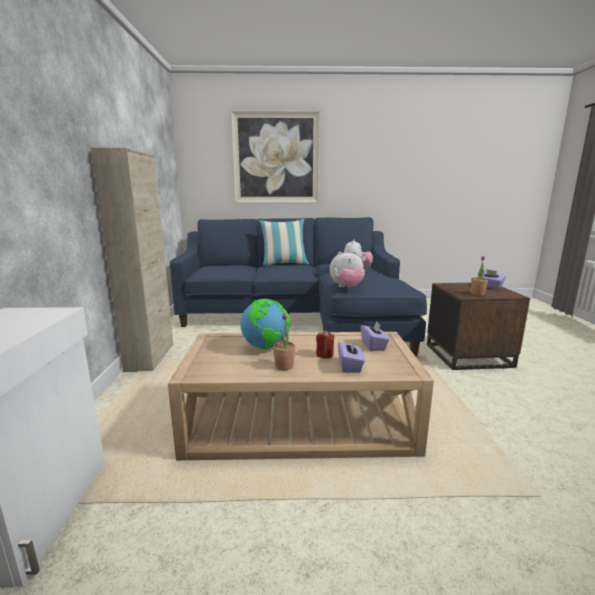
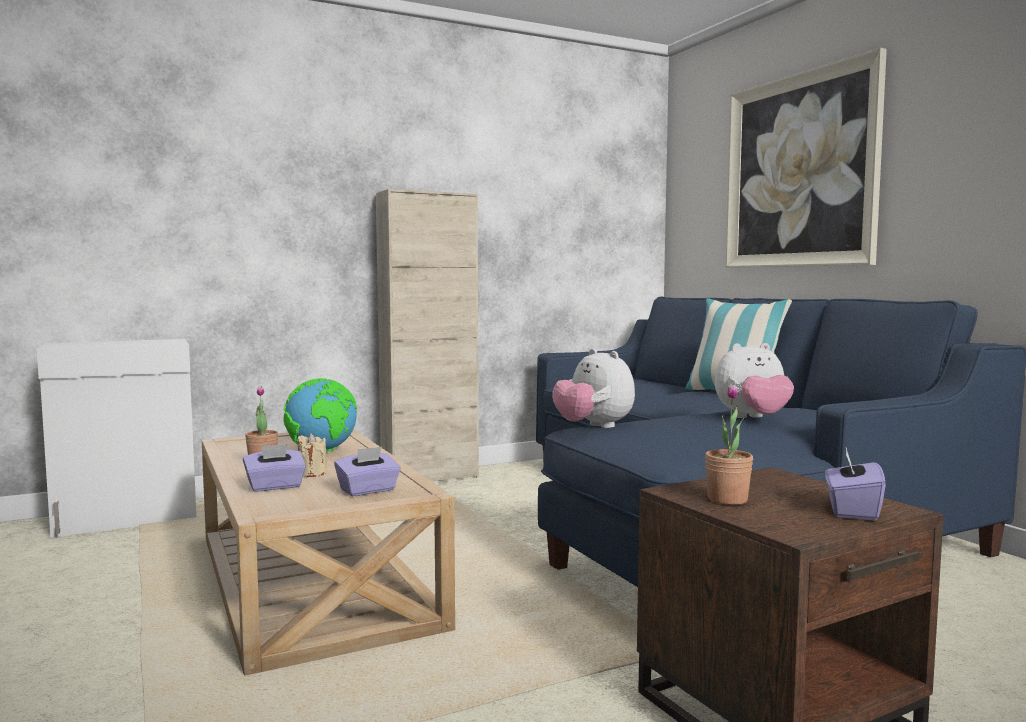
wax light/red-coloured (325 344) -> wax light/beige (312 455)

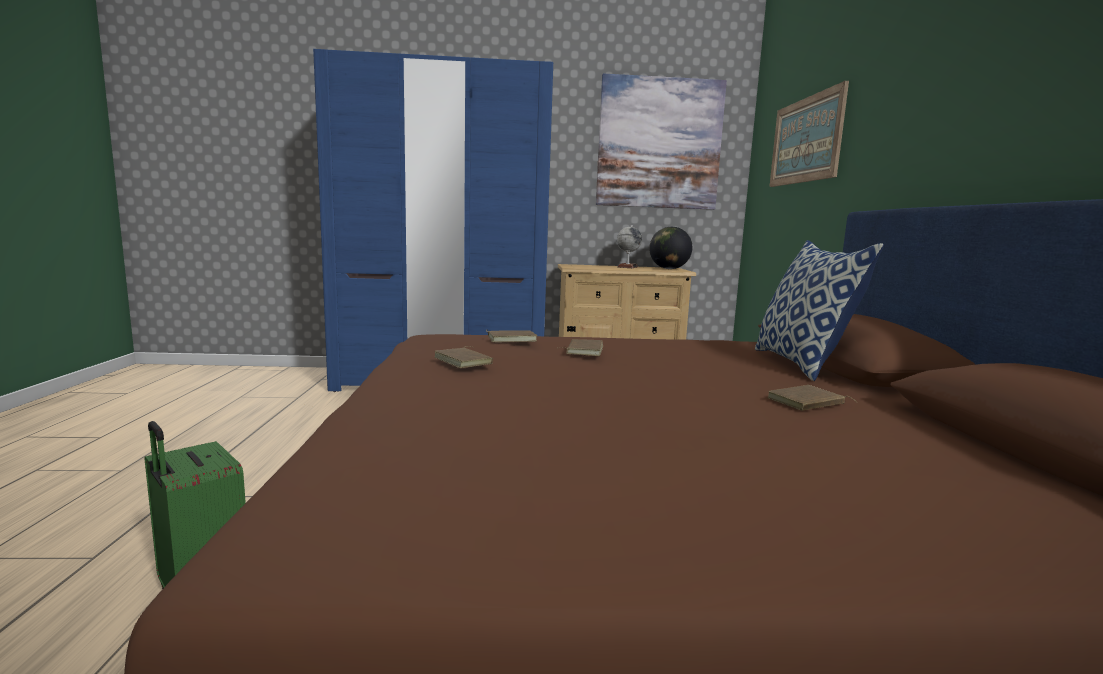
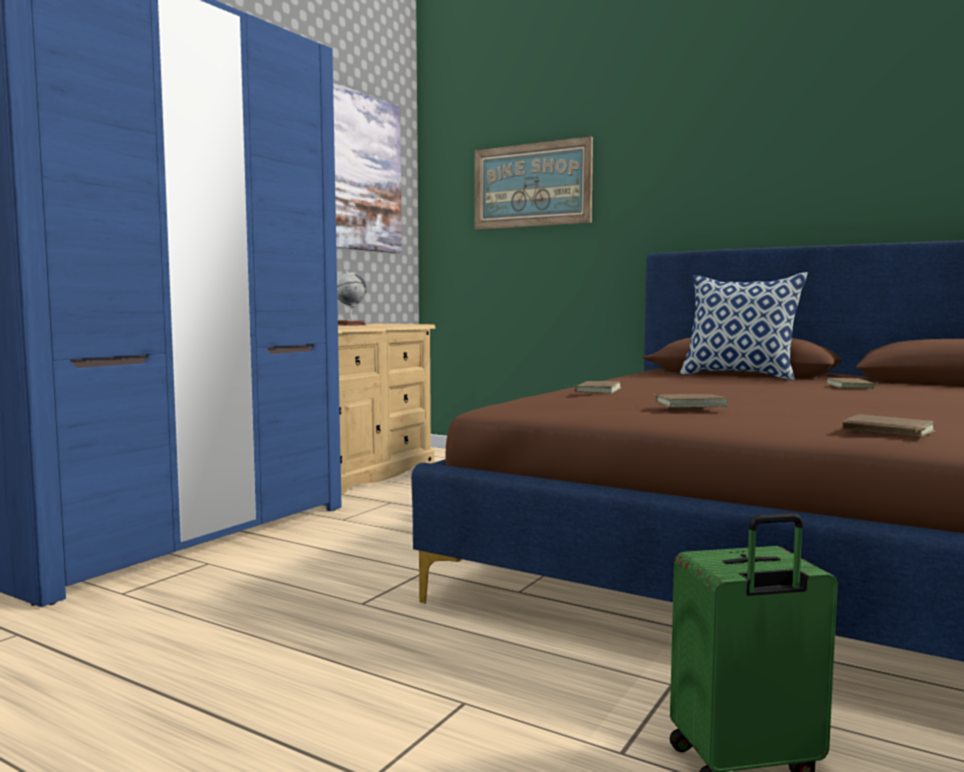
globe (670 248) -> none
book/brown-coloured (581 347) -> book/brown-coloured (888 425), relocated

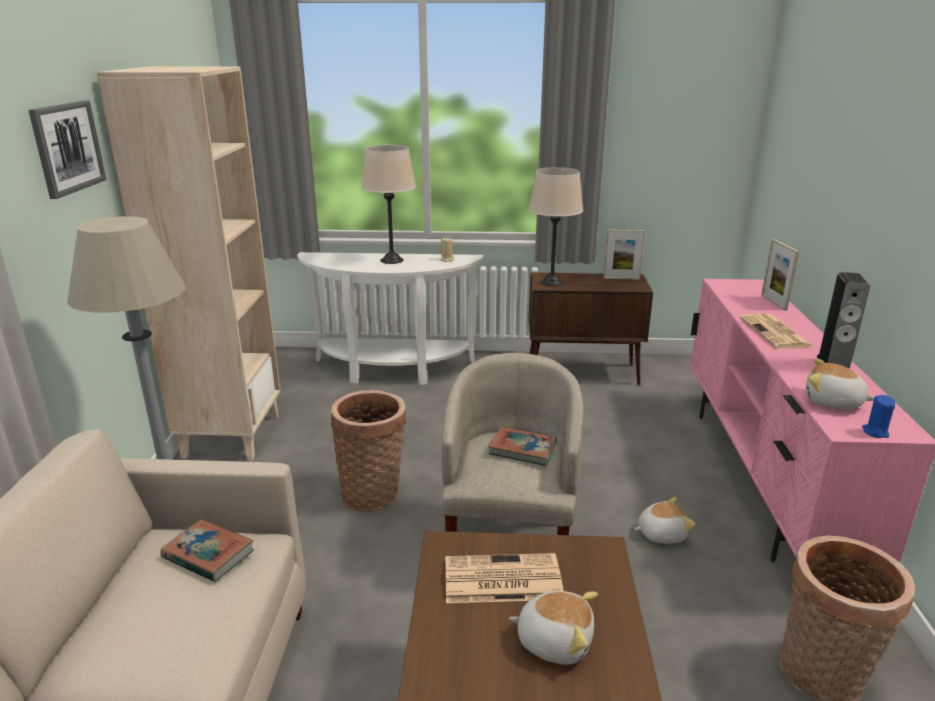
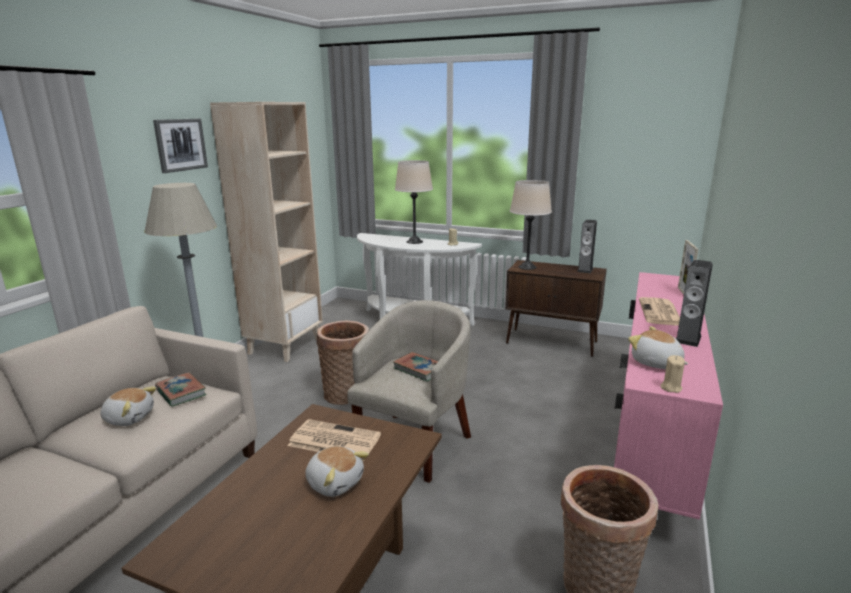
cuddly toy (664 520) -> cuddly toy (129 406), relocated
picture frame (624 255) -> audio speaker (587 246)
wax light/bluish (878 416) -> wax light/beige (672 374)

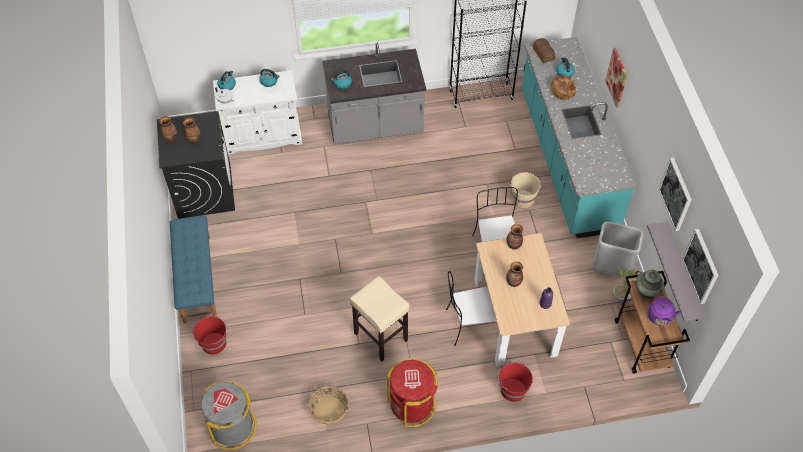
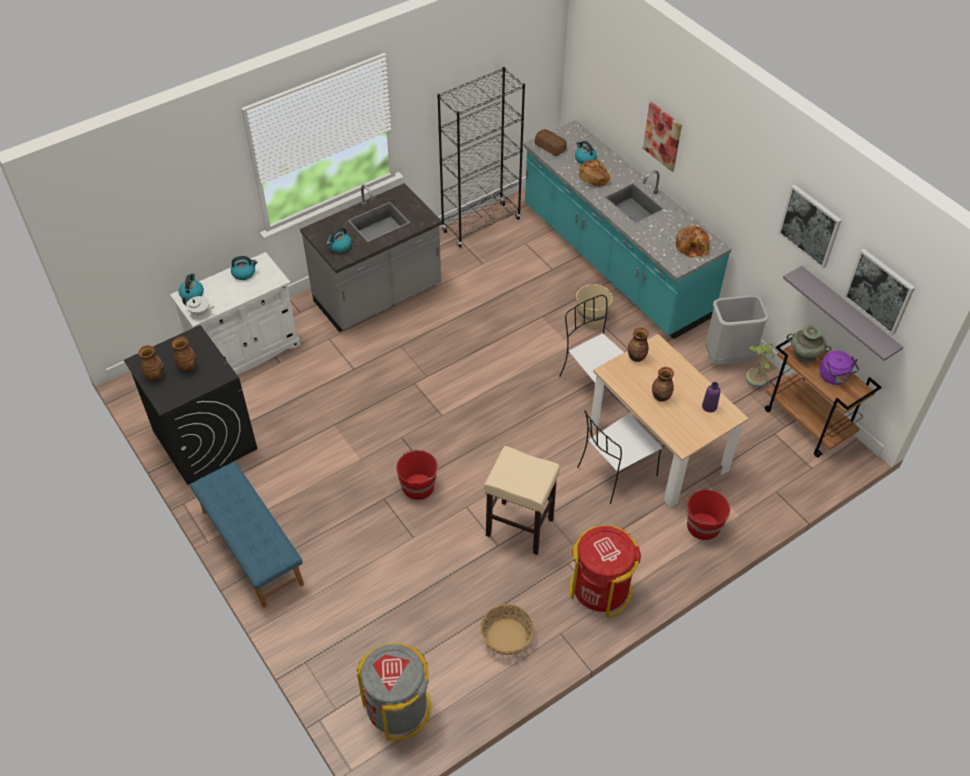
none -> bakery bread (693 242)
pail/red-coloured (210 335) -> pail/red-coloured (418 474), relocated

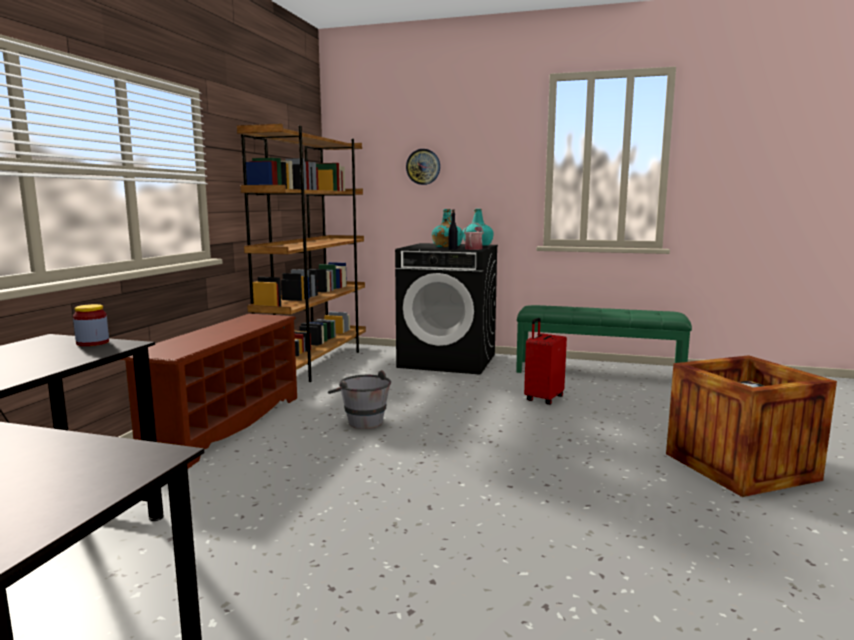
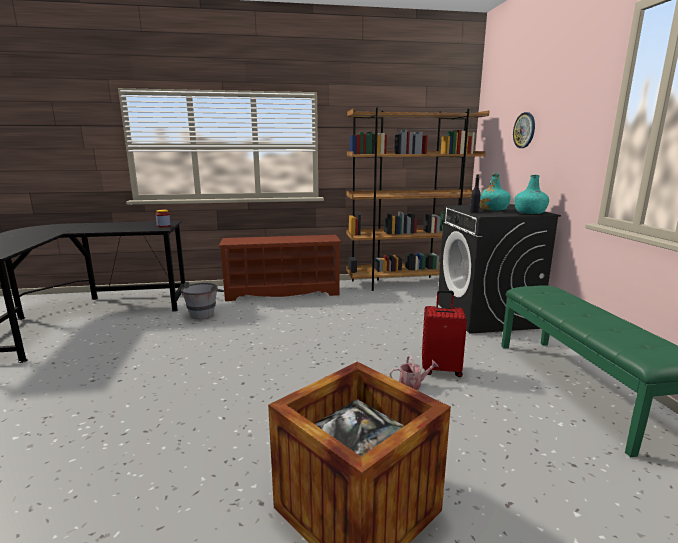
pail/gray (359 399) -> pail/gray (203 300), relocated
watering can (474 236) -> watering can (414 372), relocated

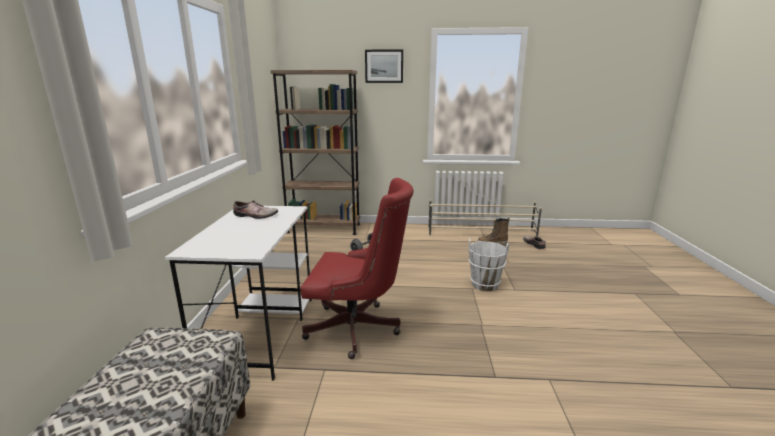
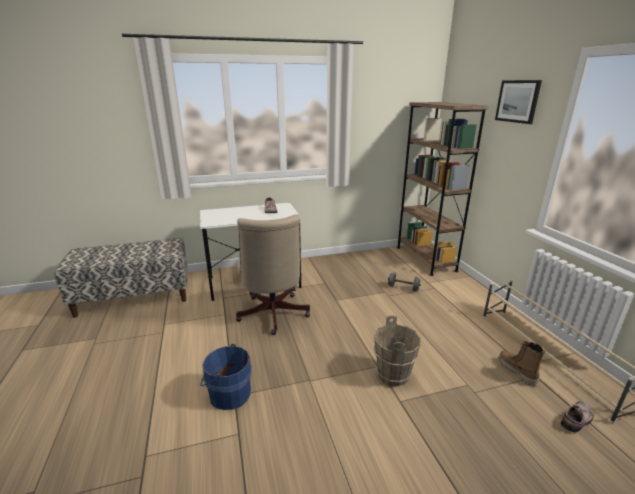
none -> pail/bluish (226 377)
desk chair/red-coloured (357 268) -> desk chair/beige (273 274)
pail/white-coloured (488 264) -> pail/brown-coloured (397 351)

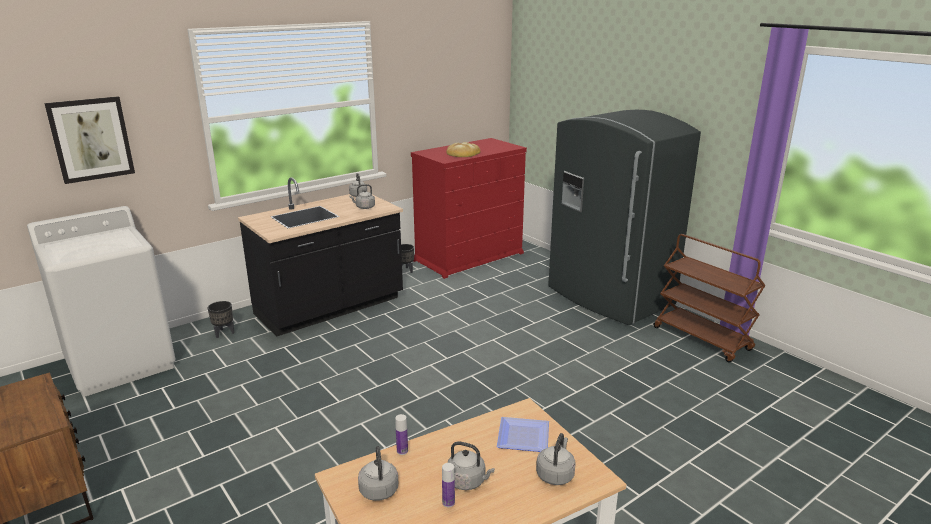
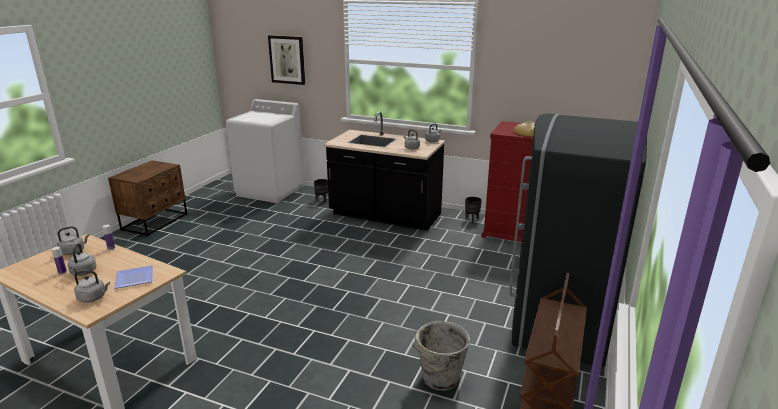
none -> pail/gray (441 356)

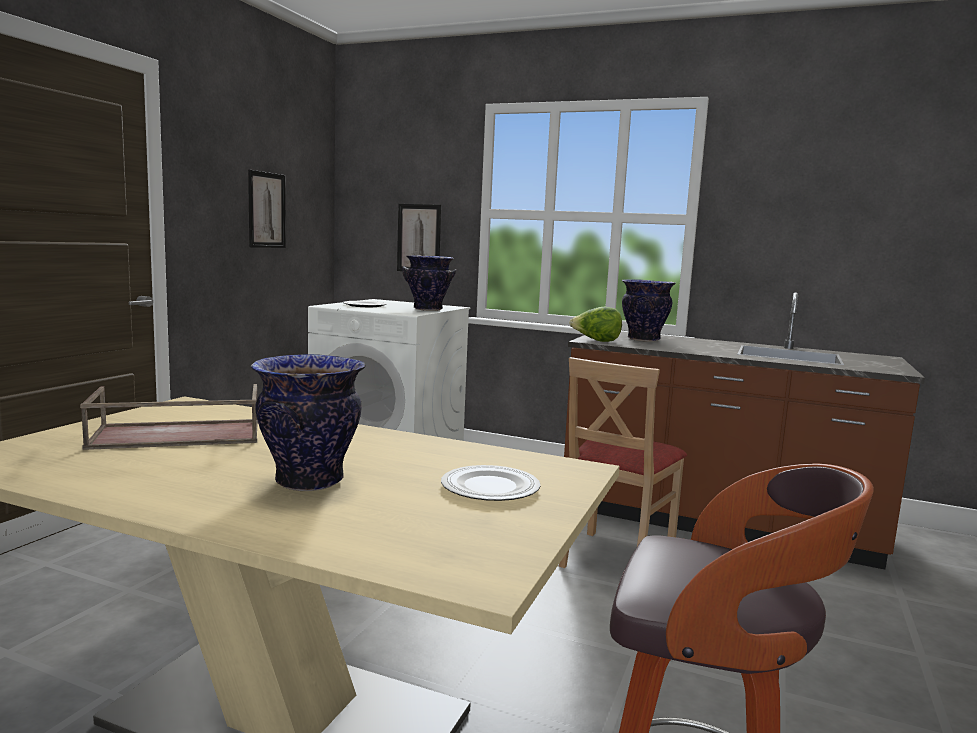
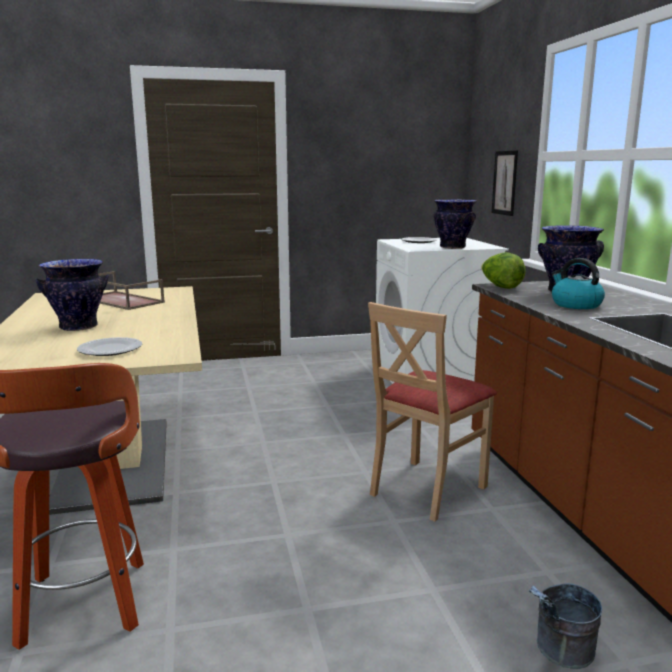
wall picture (267 209) -> none
none -> pail/gray (565 626)
none -> tea kettle (578 283)
upright chair/beige (623 462) -> upright chair/beige (432 412), 45 degrees counterclockwise

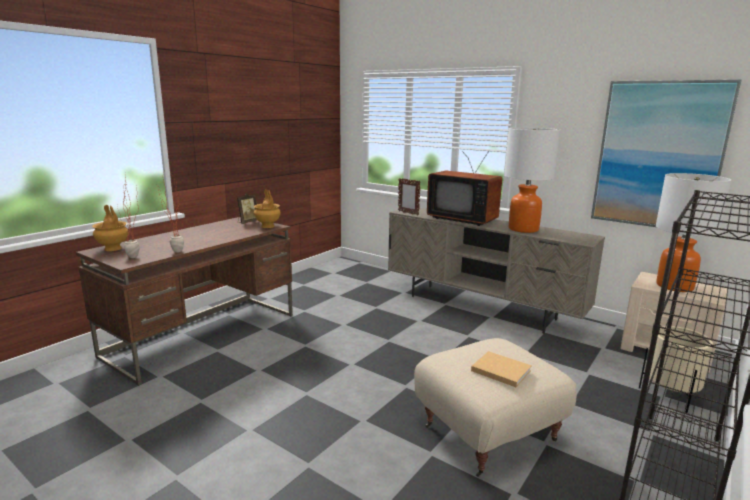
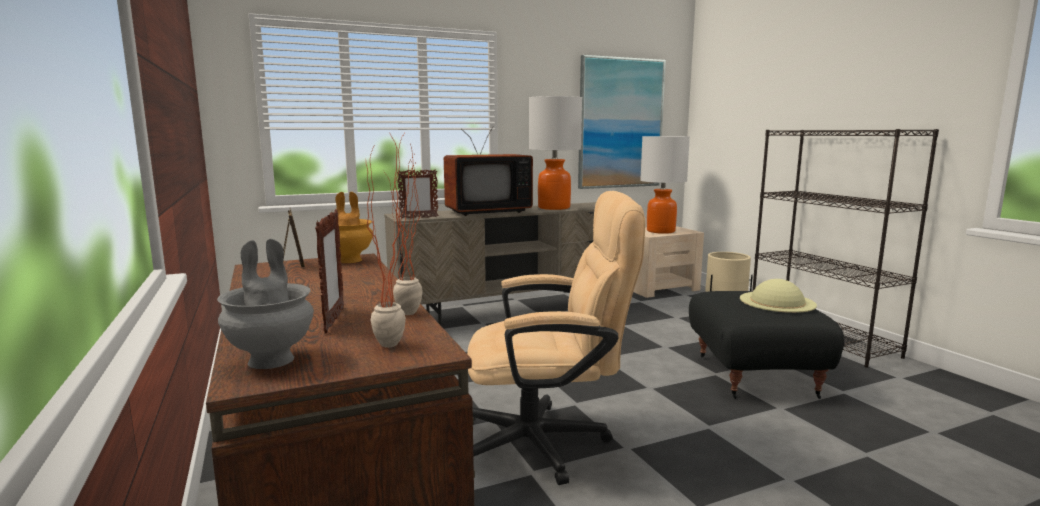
none -> picture frame (329 271)
none -> desk chair/beige (556 338)
book/beige (501 369) -> wearable hat/beige (778 296)
flower vase/brown-coloured (110 228) -> flower vase/gray (265 304)
pouffe/beige (495 407) -> pouffe/black-coloured (766 345)

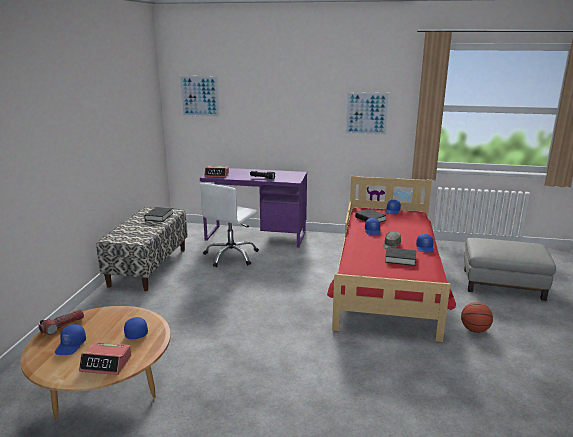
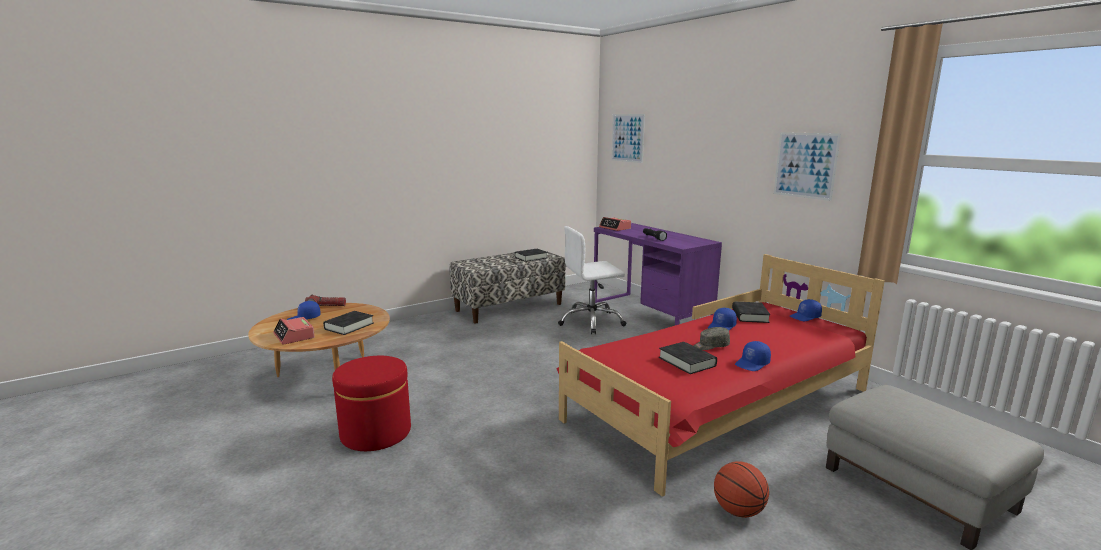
none -> pouffe/red-coloured (371 403)
cap/bluish (136 328) -> book/black-coloured (348 323)

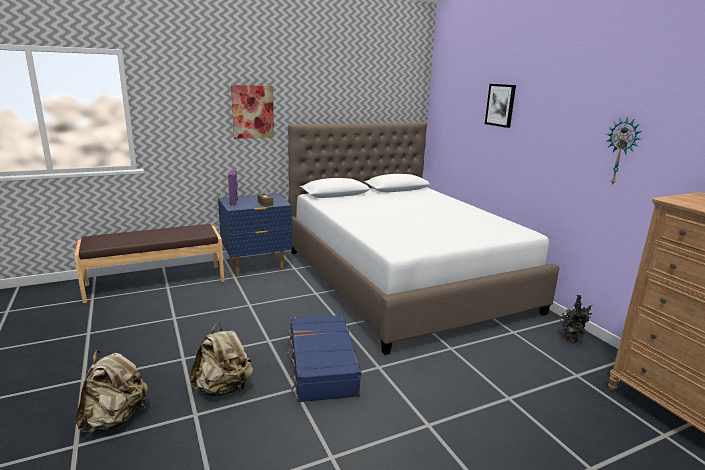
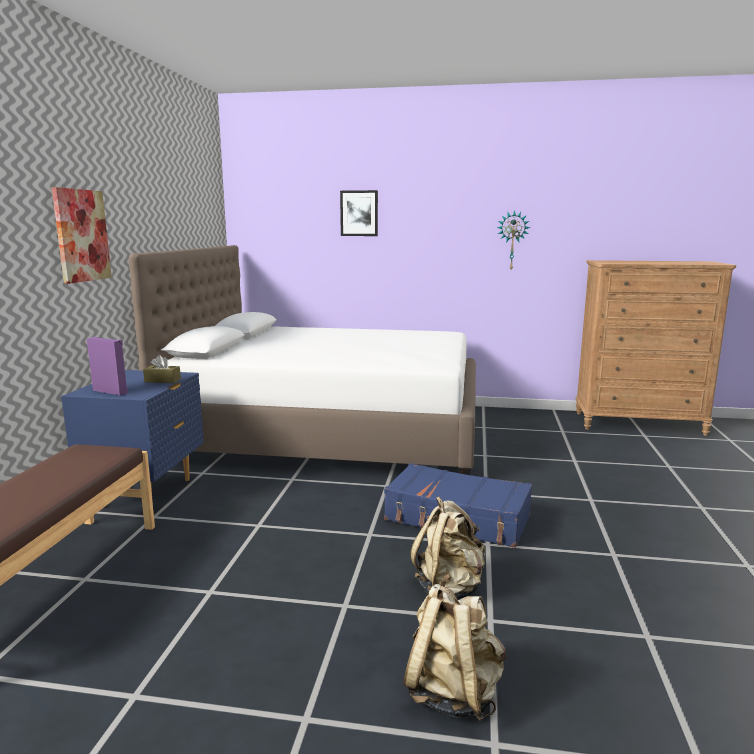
houseplant (576 318) -> none

